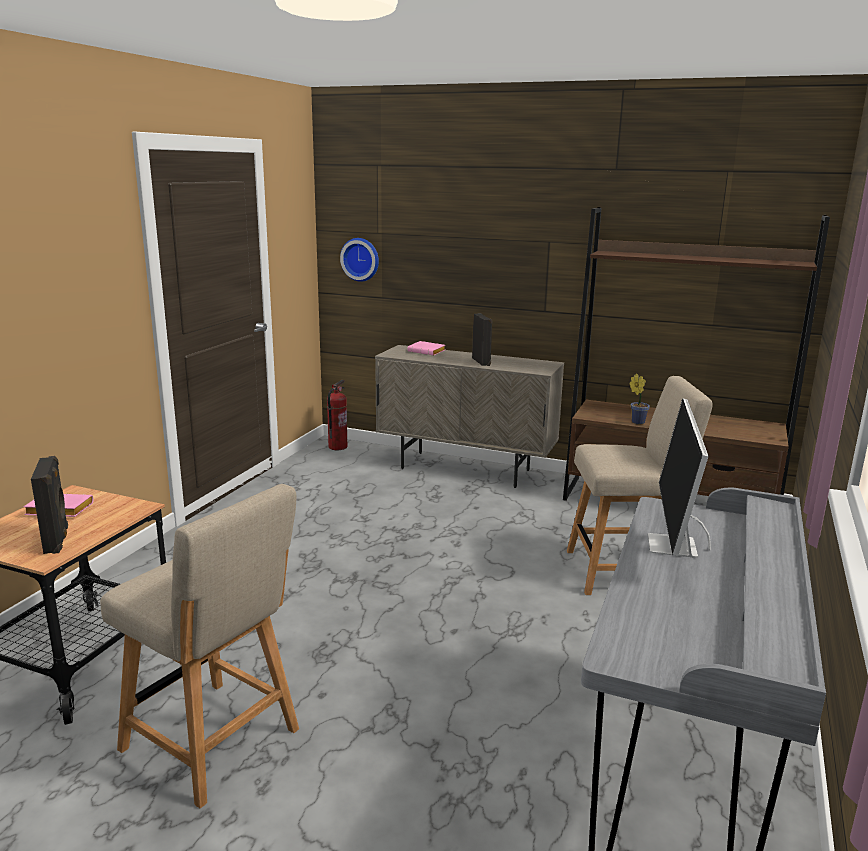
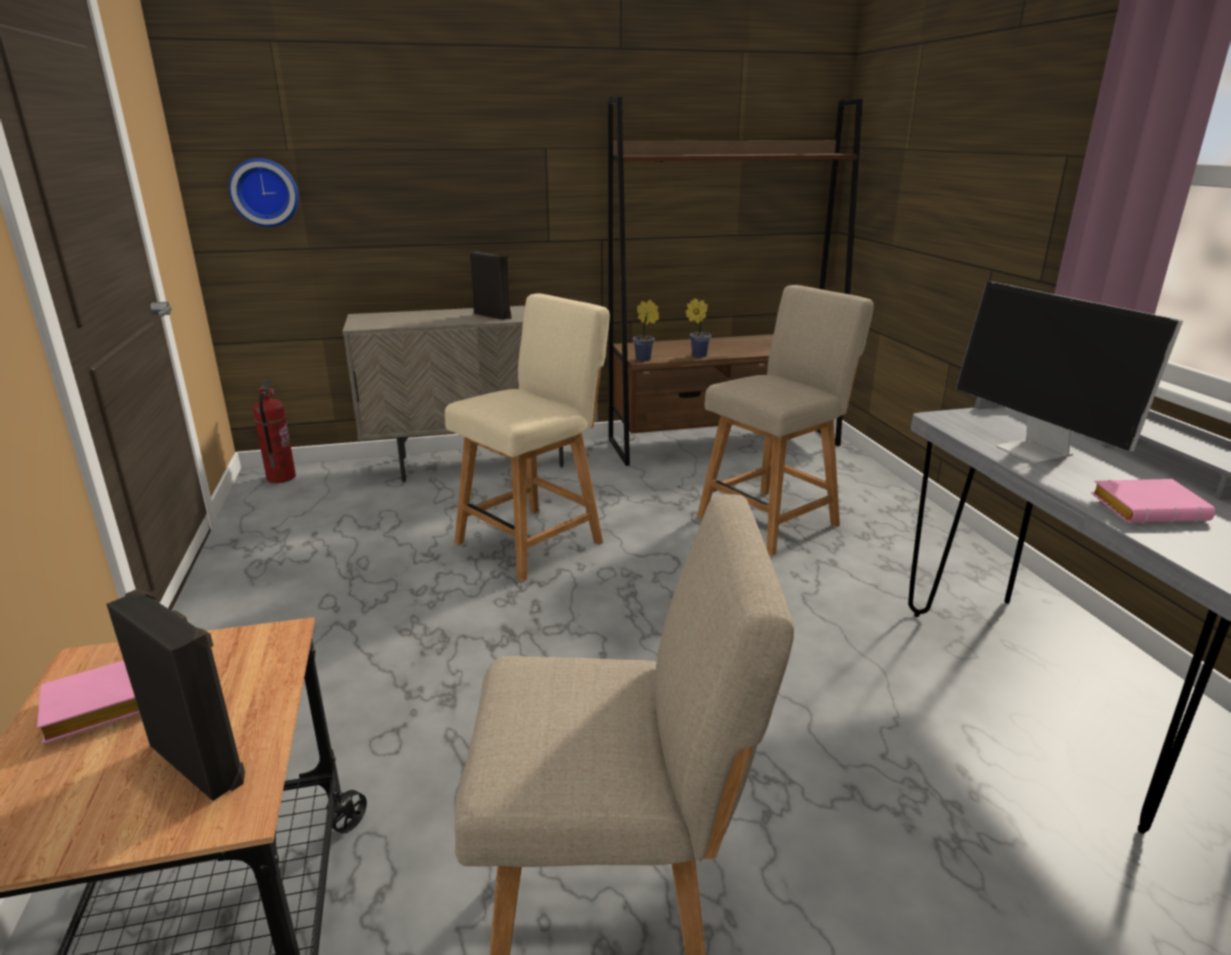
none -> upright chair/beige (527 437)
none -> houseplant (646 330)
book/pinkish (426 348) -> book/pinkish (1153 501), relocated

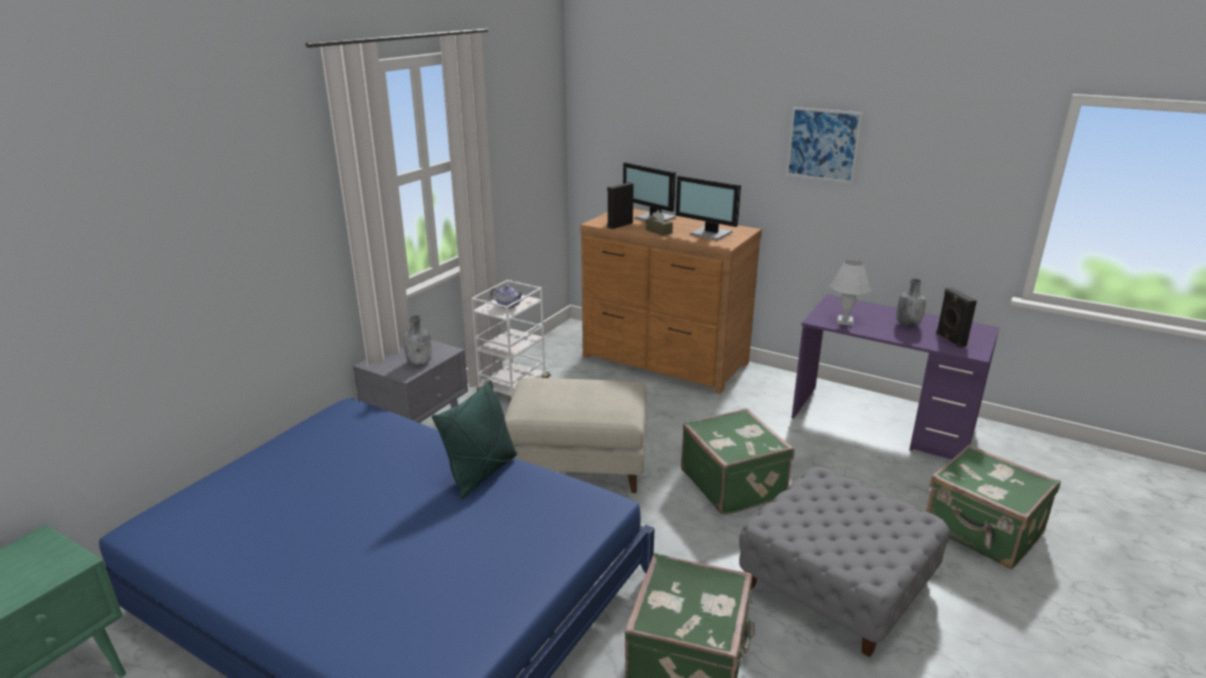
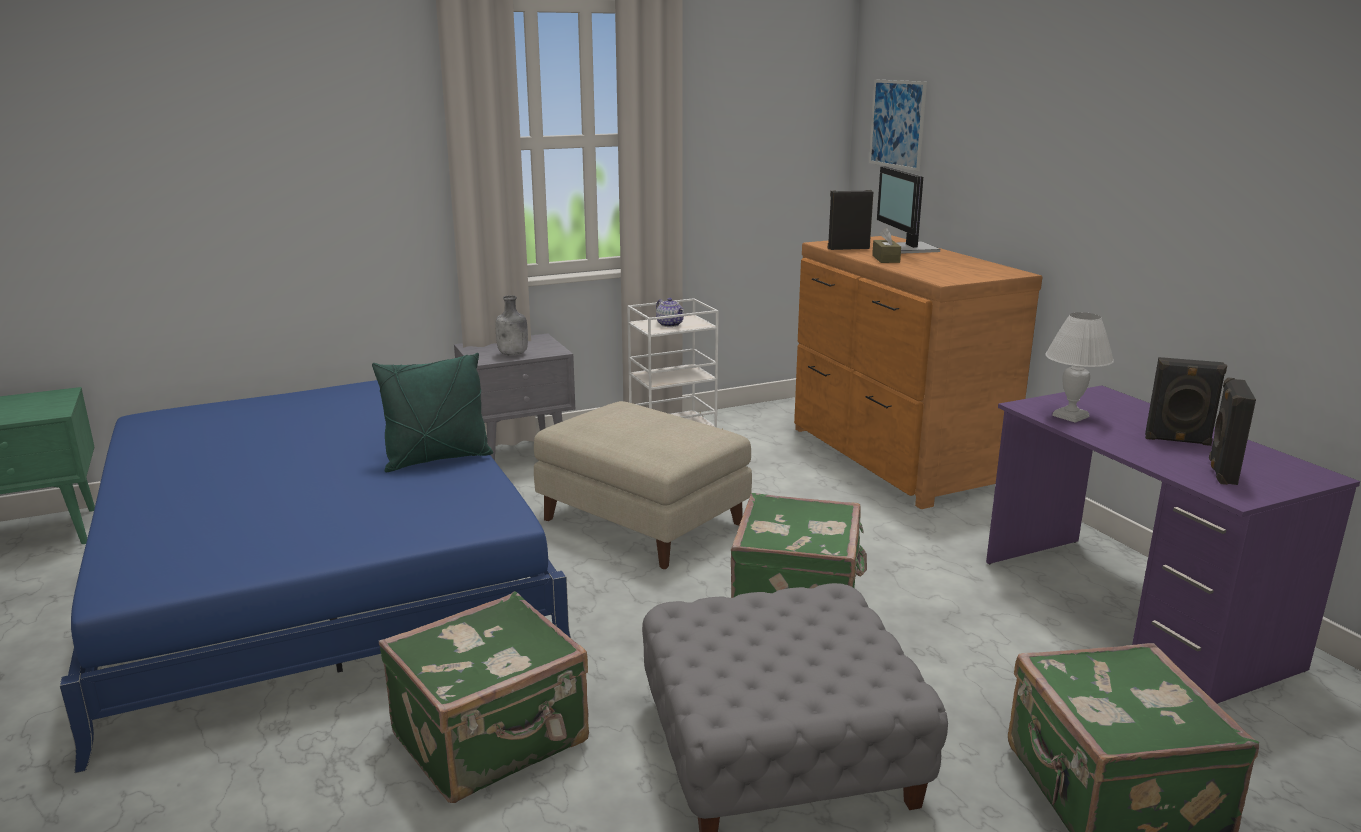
computer display (708 208) -> none
wall picture (824 145) -> wall picture (898 125), relocated
beverage bottle/gray (911 303) -> audio speaker/black-coloured (1186 401)

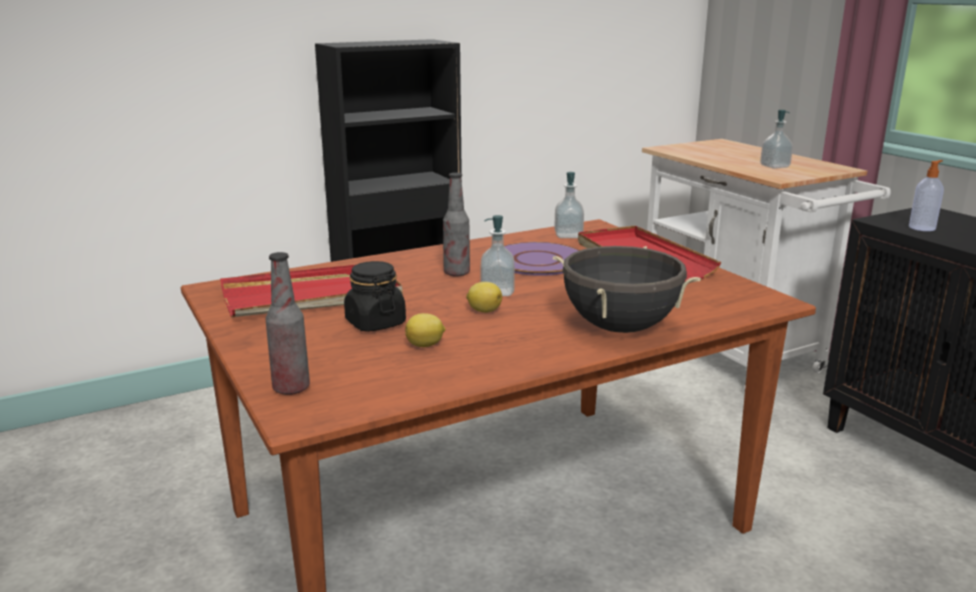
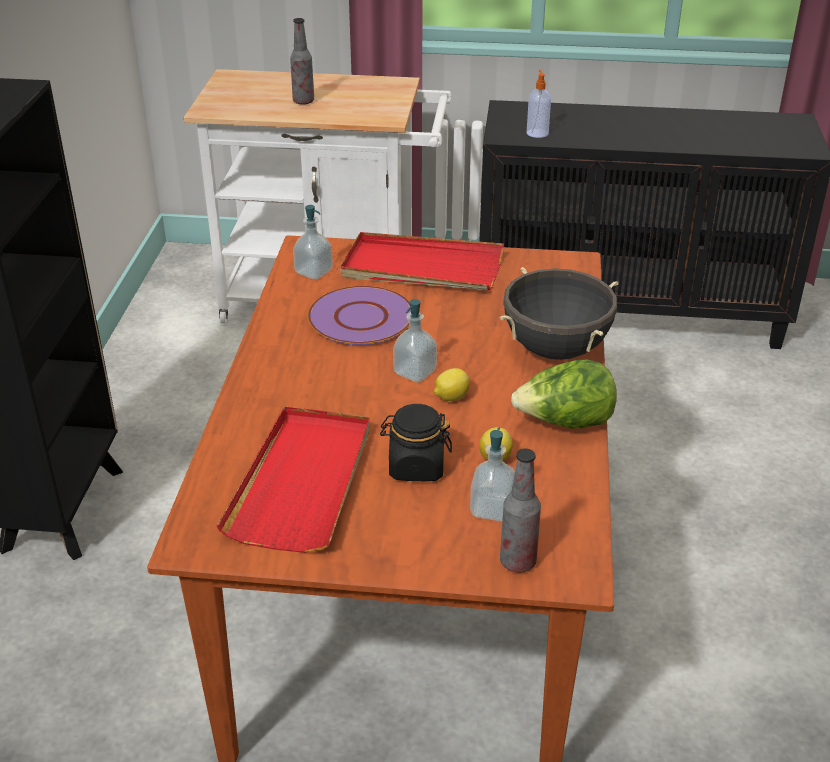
none -> lettuce (564 394)
beverage bottle (456 225) -> beverage bottle (302 61), relocated
soap bottle (776 139) -> soap bottle (492 474), relocated

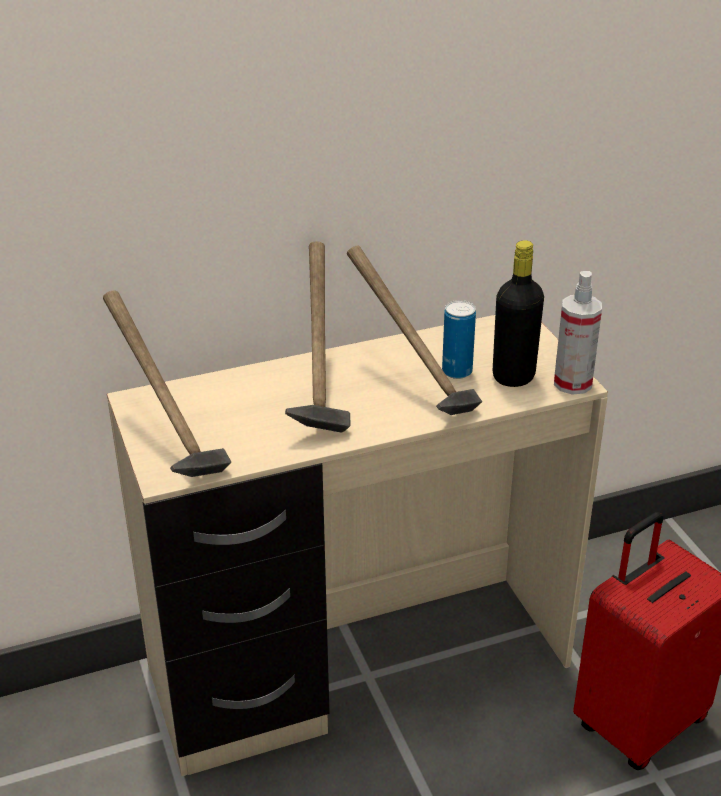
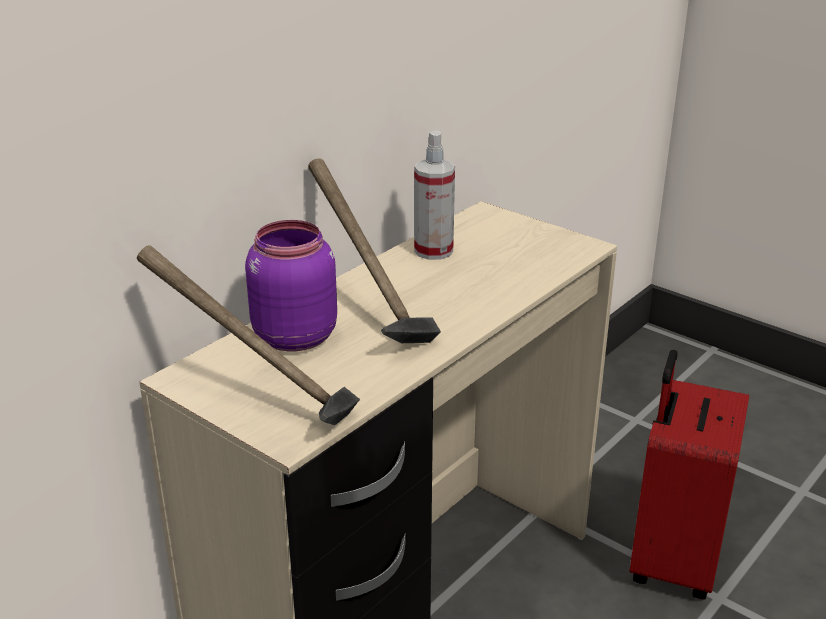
hammer (414 330) -> none
can (459 339) -> none
beverage bottle/black-coloured (518 313) -> none
none -> storage jar/purple-coloured (291 285)
spray bottle (578 333) -> spray bottle (434 195), relocated

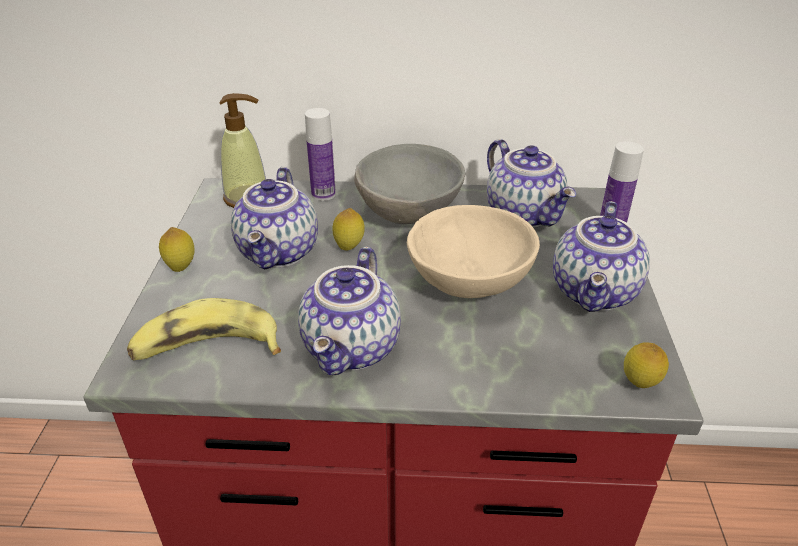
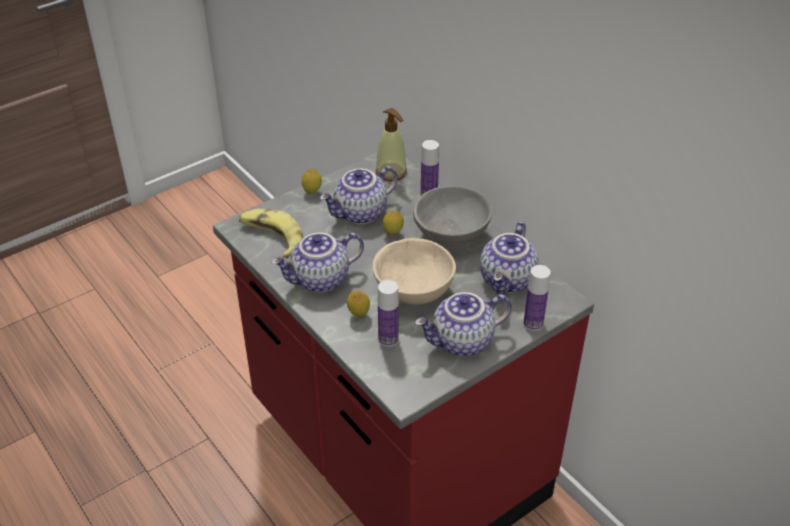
none -> beverage bottle (388 313)
lemon (646 365) -> lemon (358 304), relocated

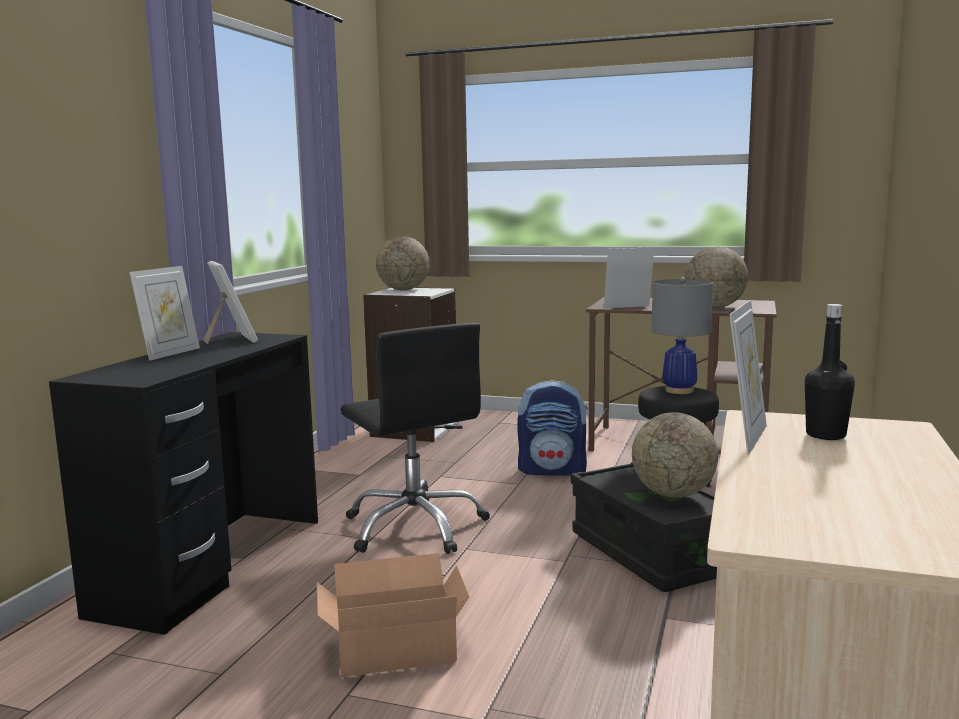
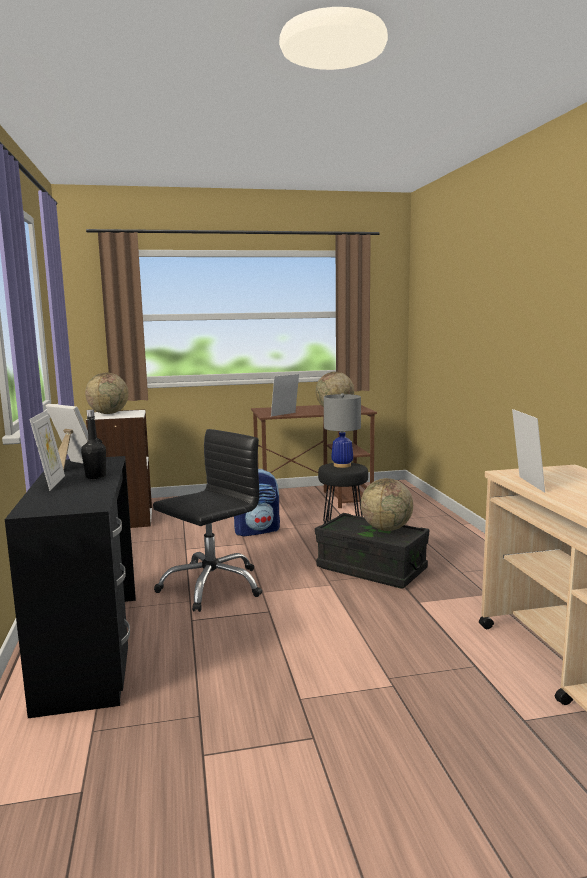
cardboard box (393 615) -> none
beverage bottle/black-coloured (830 372) -> beverage bottle/black-coloured (93 444), relocated
desk chair/black-coloured (415 438) -> desk chair/black-coloured (207 520), 75 degrees counterclockwise

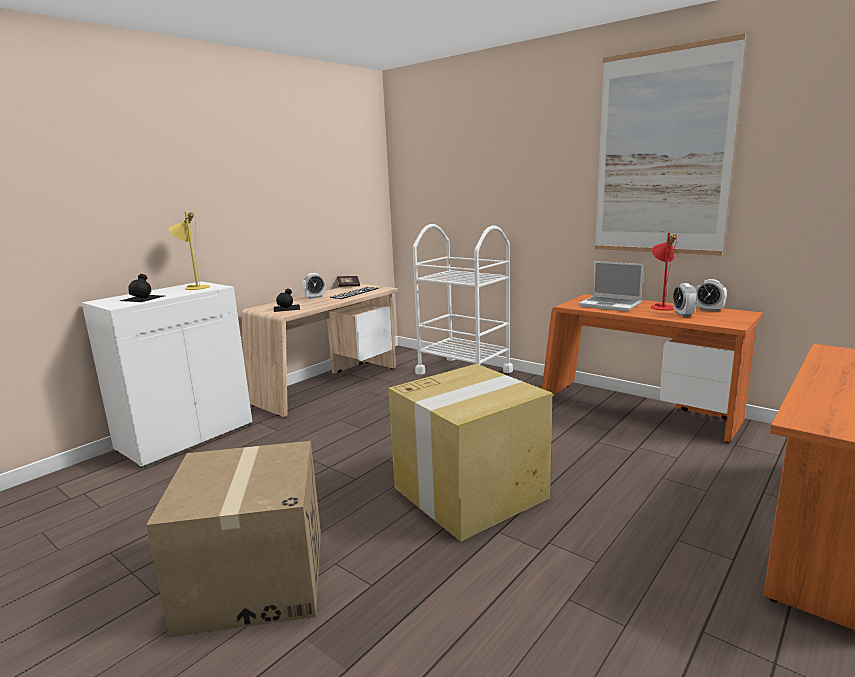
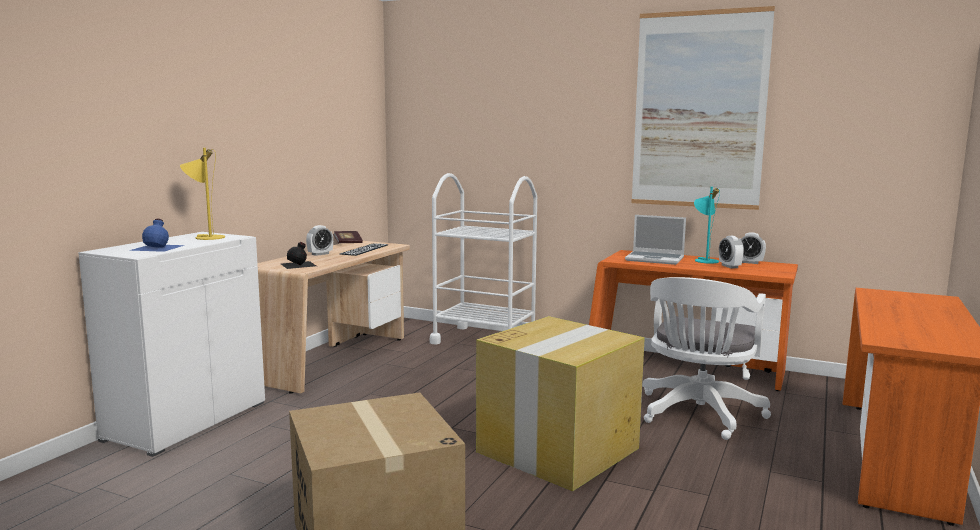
none -> desk chair/white-coloured (706 358)
beverage bottle/black-coloured (142 288) -> beverage bottle/bluish (157 235)
lamp for a table/red-coloured (664 272) -> lamp for a table/blue-green (707 225)

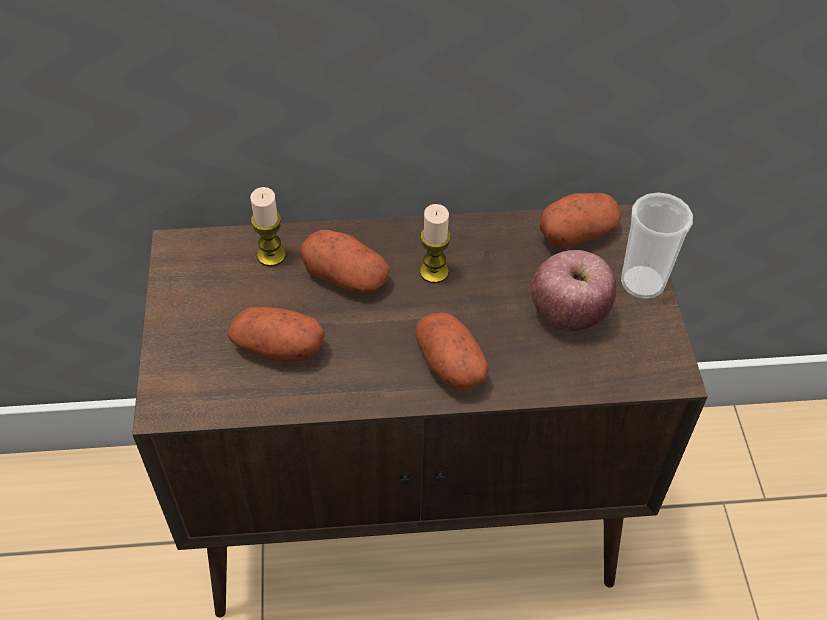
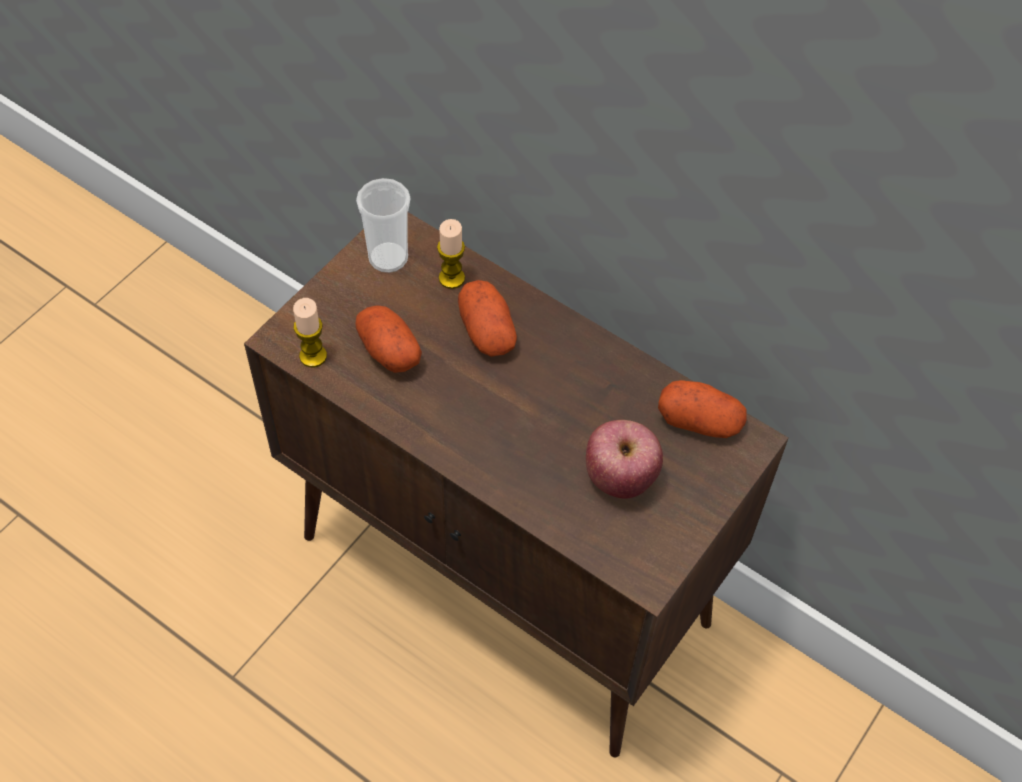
spud (452 351) -> none
wax light (435 243) -> wax light (310 332), relocated
cup (657 245) -> cup (383 225), relocated

